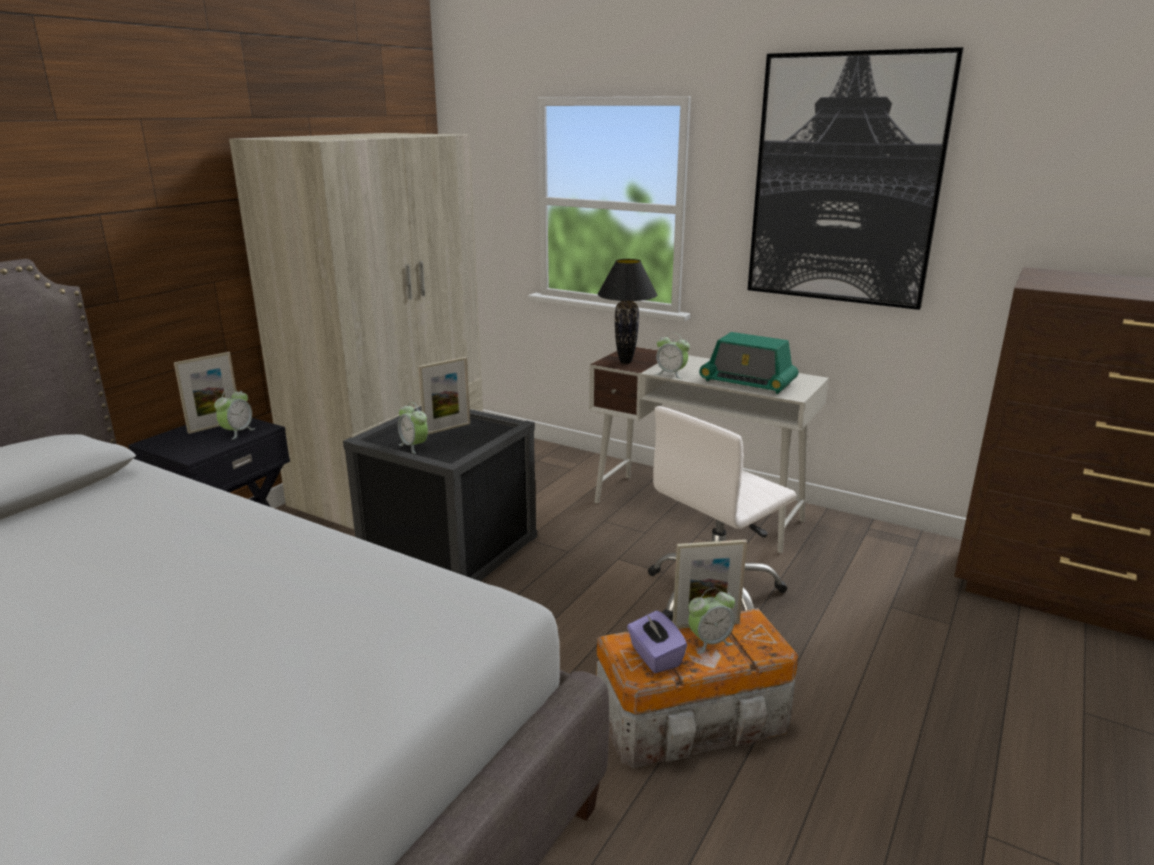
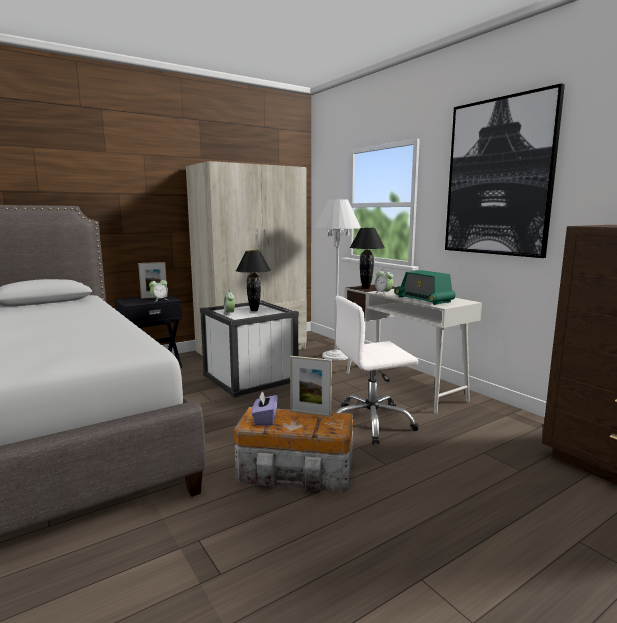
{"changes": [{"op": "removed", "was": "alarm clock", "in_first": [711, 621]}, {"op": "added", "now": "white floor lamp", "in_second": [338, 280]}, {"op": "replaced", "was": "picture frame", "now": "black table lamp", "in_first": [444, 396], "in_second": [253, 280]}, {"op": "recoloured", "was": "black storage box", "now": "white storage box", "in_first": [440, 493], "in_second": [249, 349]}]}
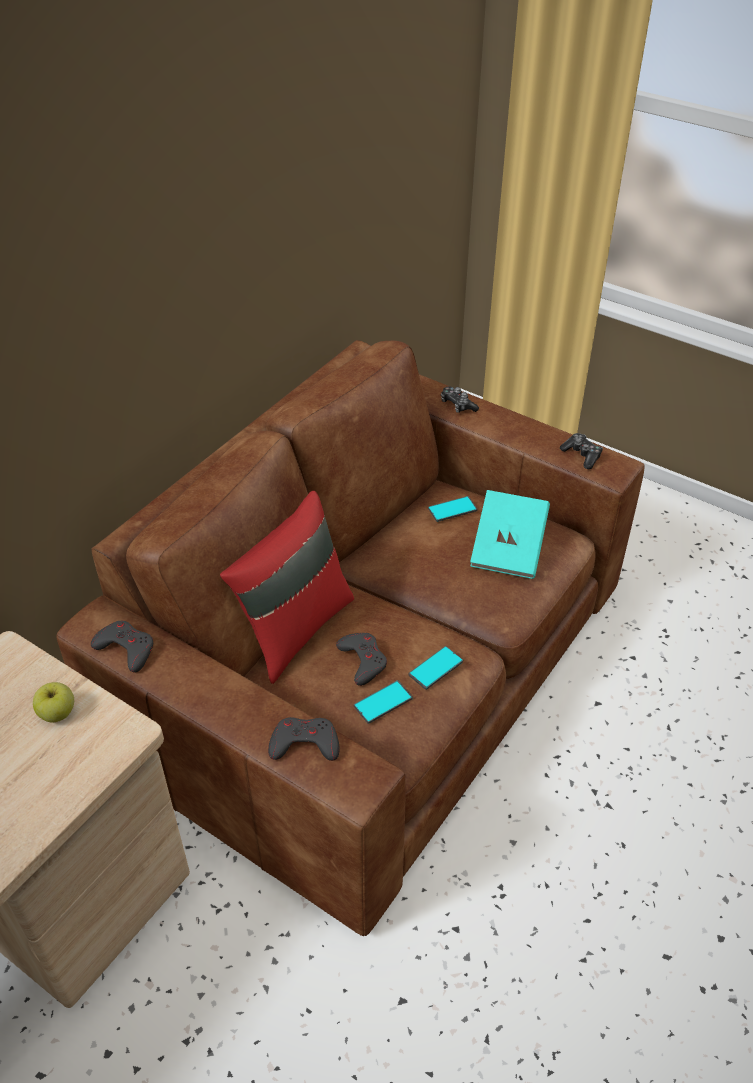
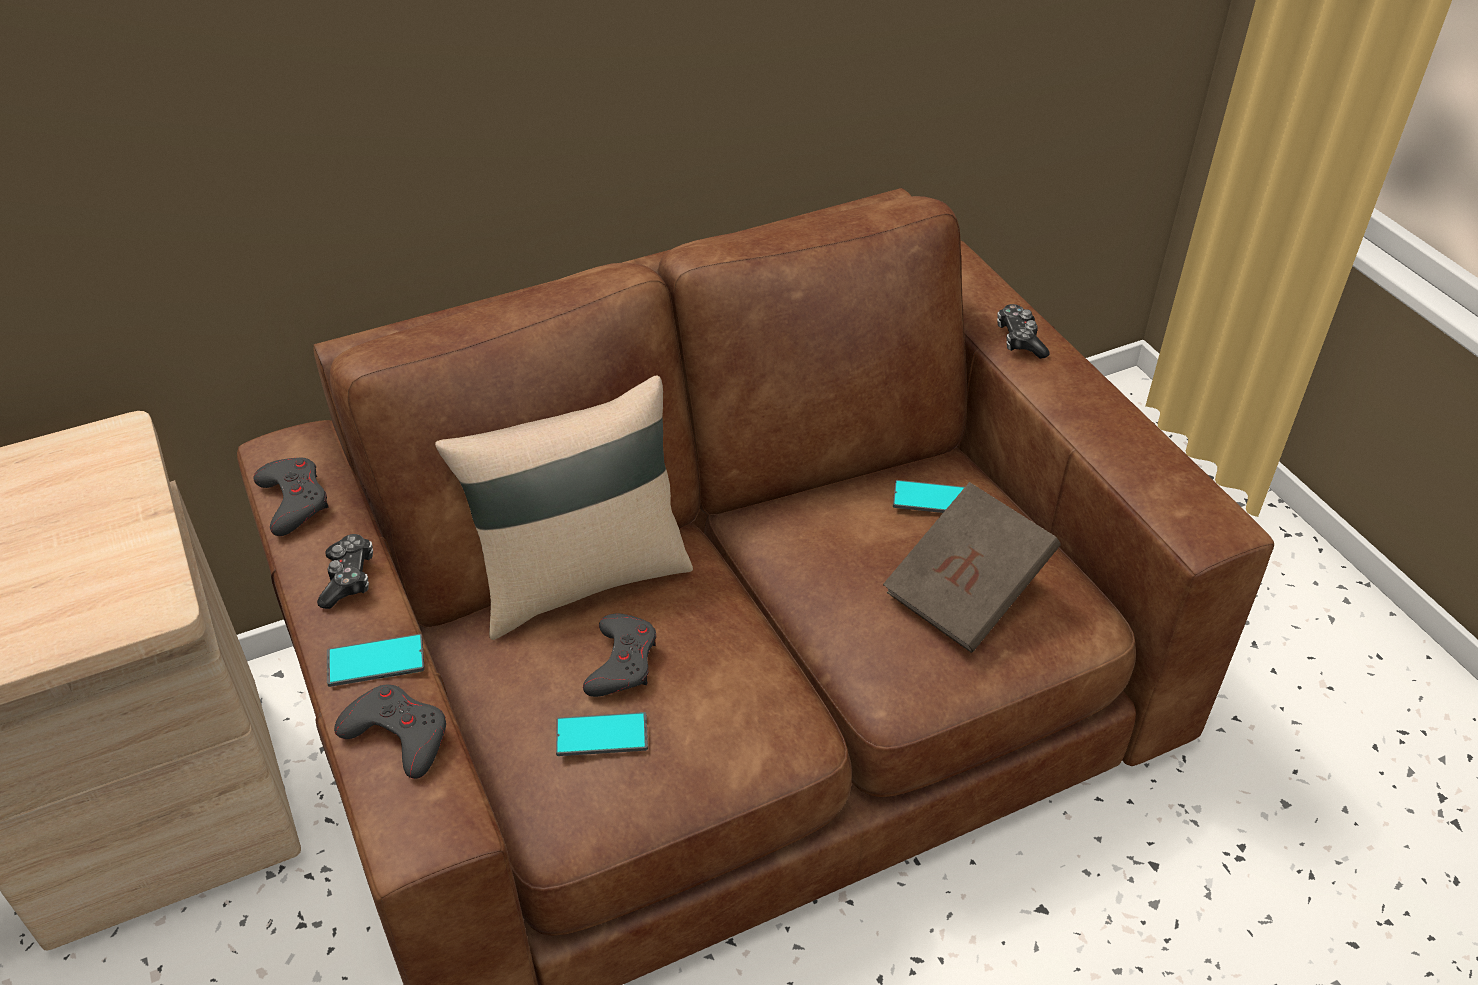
{"changes": [{"op": "removed", "was": "apple", "in_first": [53, 702]}, {"op": "moved", "was": "phone", "in_first": [435, 668], "in_second": [376, 660]}, {"op": "moved", "was": "game controller", "in_first": [581, 451], "in_second": [345, 571]}, {"op": "recoloured", "was": "red pillow", "now": "beige pillow", "in_first": [287, 587], "in_second": [564, 507]}, {"op": "recoloured", "was": "turquoise book", "now": "brown book", "in_first": [510, 534], "in_second": [972, 567]}]}
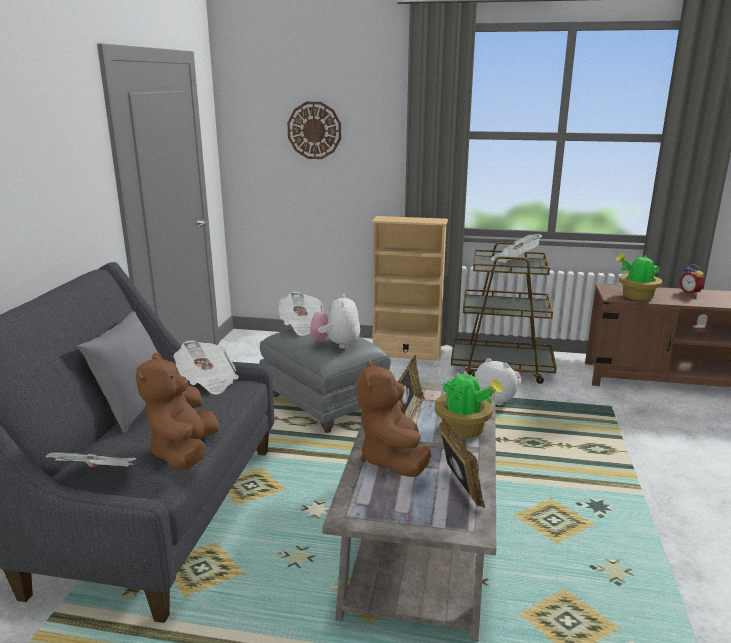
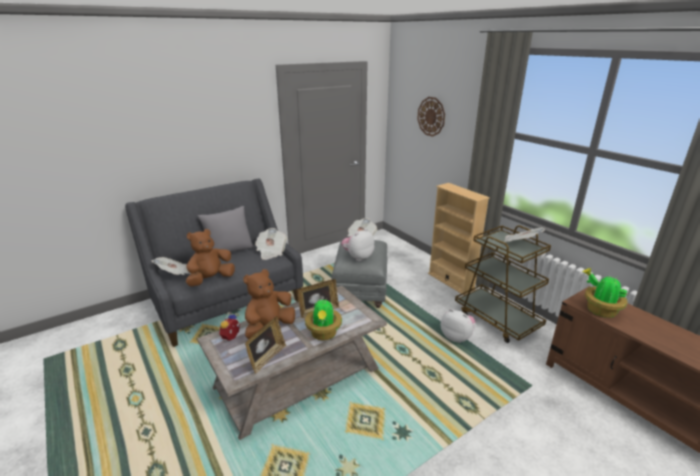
{"changes": [{"op": "moved", "was": "alarm clock", "in_first": [692, 279], "in_second": [230, 327]}, {"op": "turned", "was": "plush toy", "in_first": [498, 381], "in_second": [458, 326], "clockwise": -45}]}
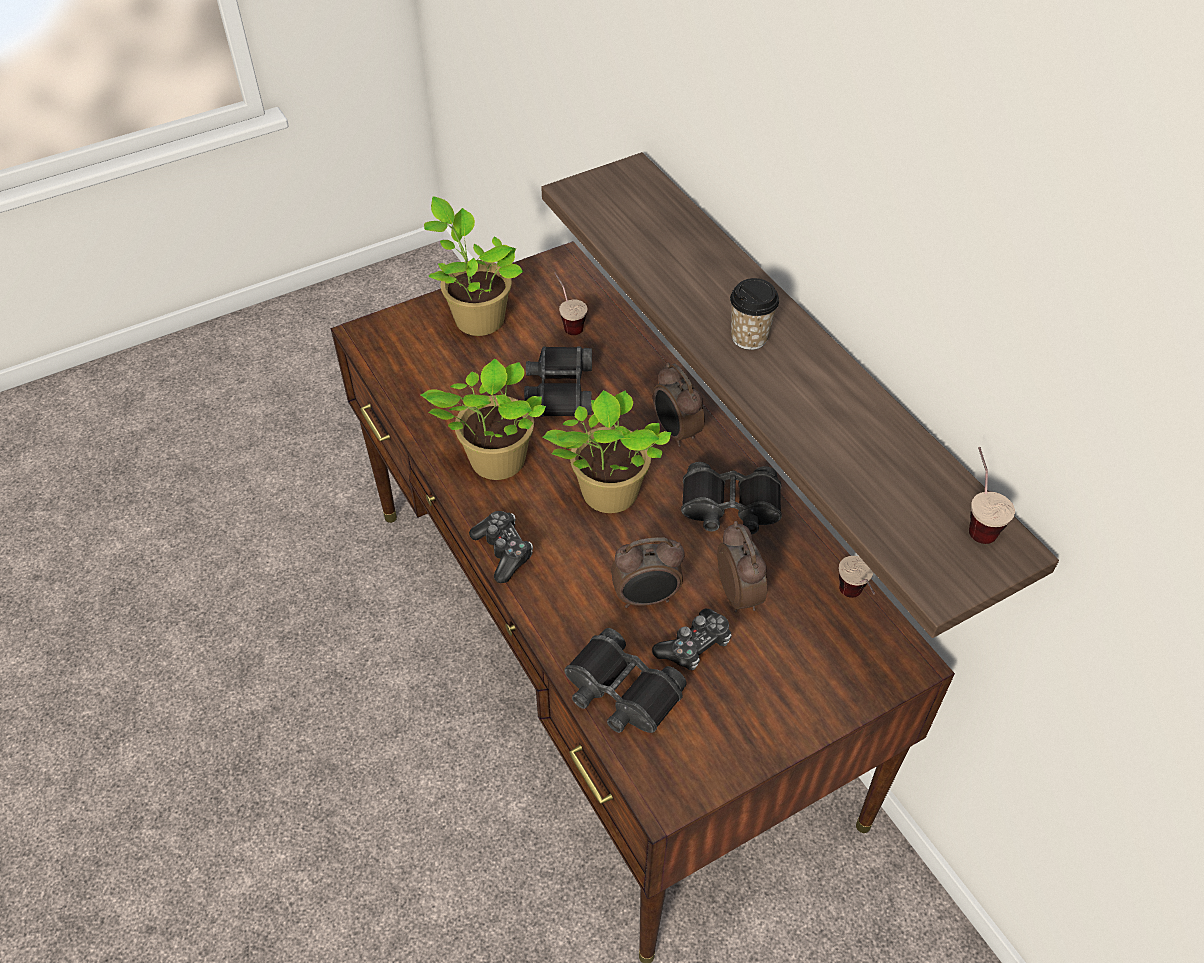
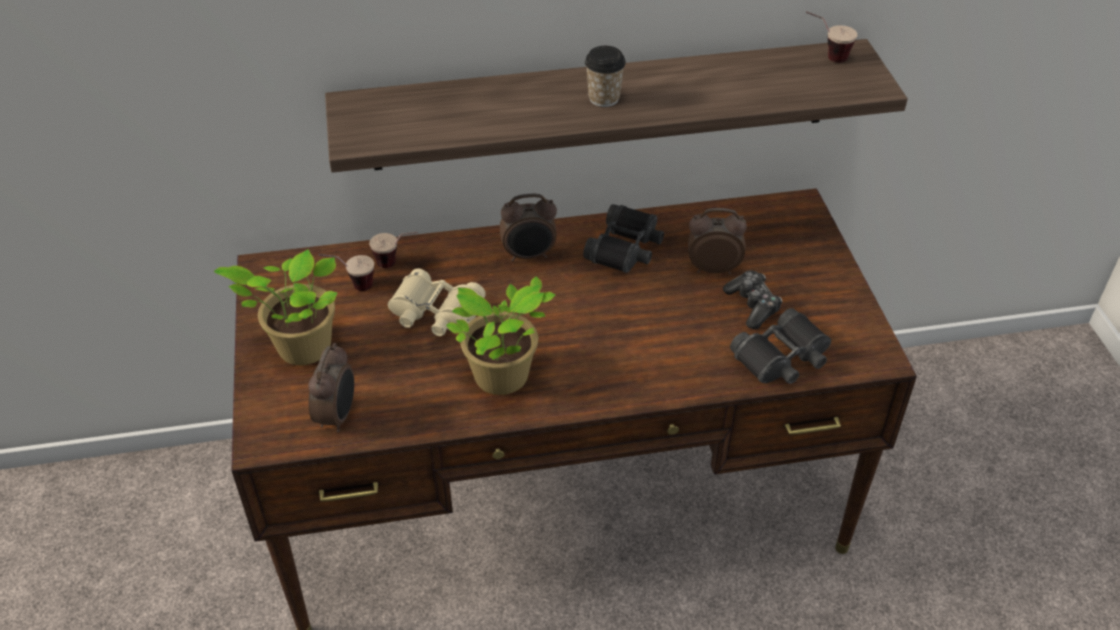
{"changes": [{"op": "removed", "was": "game controller", "in_first": [501, 547]}, {"op": "removed", "was": "potted plant", "in_first": [607, 451]}, {"op": "moved", "was": "alarm clock", "in_first": [648, 572], "in_second": [331, 387]}, {"op": "moved", "was": "cup", "in_first": [857, 577], "in_second": [393, 250]}, {"op": "recoloured", "was": "black binoculars", "now": "beige binoculars", "in_first": [558, 381], "in_second": [437, 302]}]}
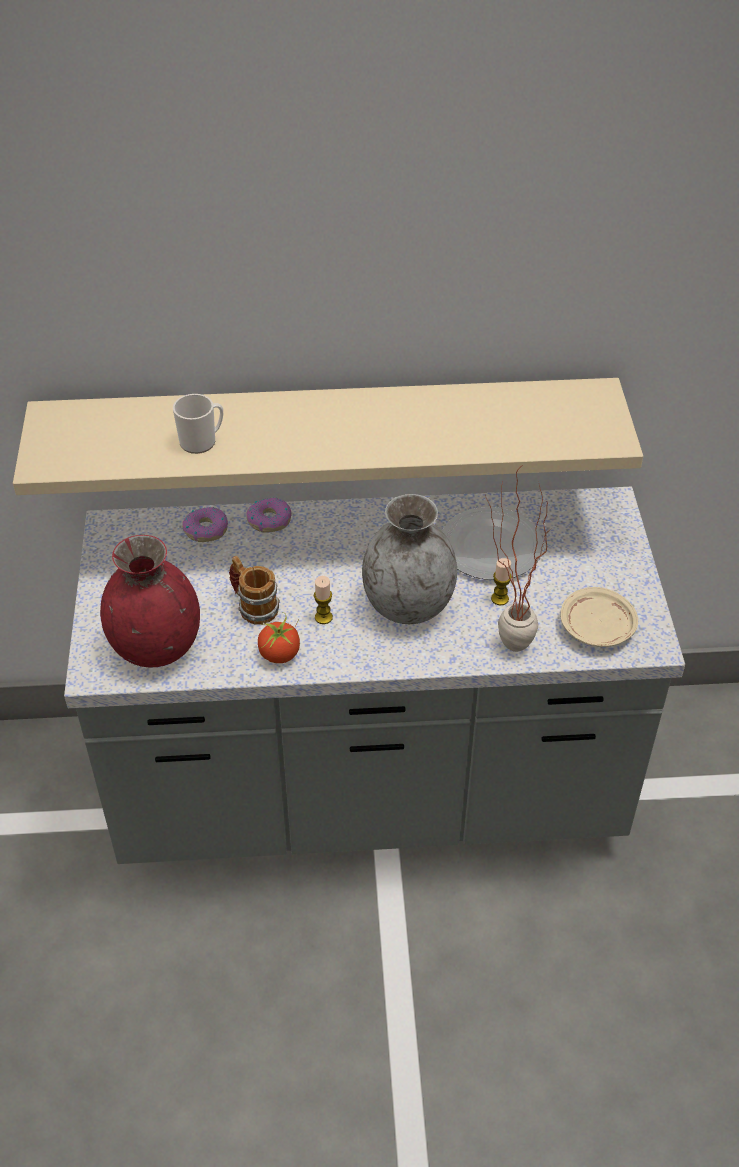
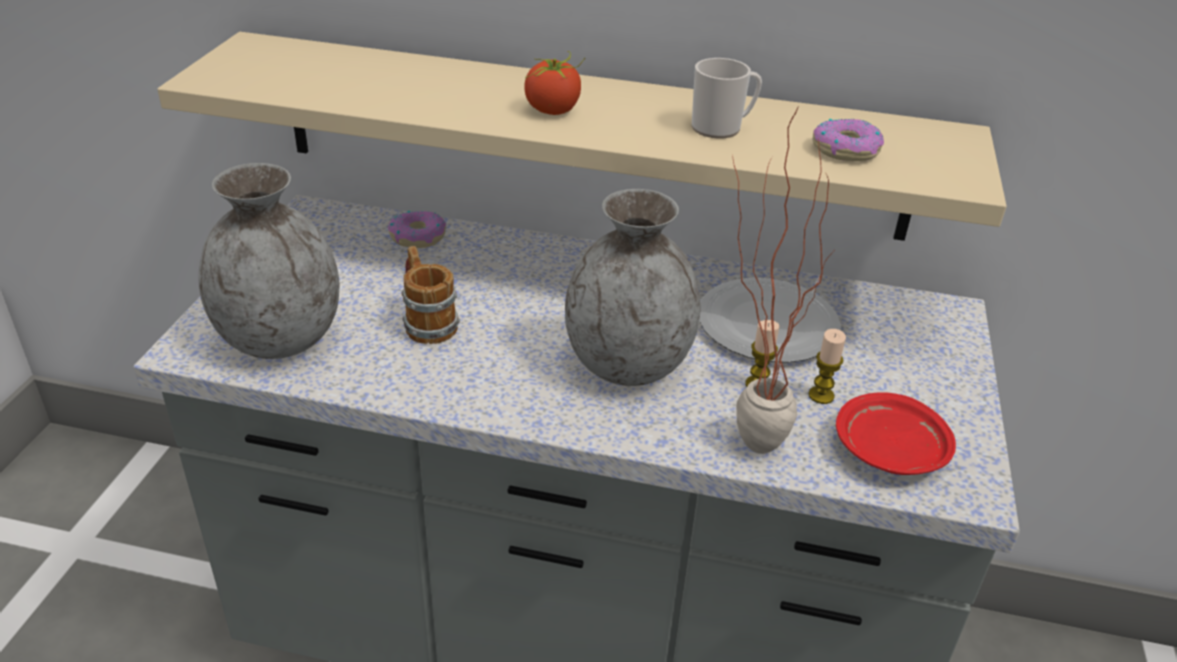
{"changes": [{"op": "moved", "was": "mug", "in_first": [198, 424], "in_second": [727, 98]}, {"op": "moved", "was": "donut", "in_first": [269, 515], "in_second": [848, 140]}, {"op": "moved", "was": "tomato", "in_first": [279, 637], "in_second": [554, 83]}, {"op": "moved", "was": "candle", "in_first": [323, 600], "in_second": [827, 366]}, {"op": "recoloured", "was": "red vase", "now": "grey vase", "in_first": [150, 601], "in_second": [268, 261]}, {"op": "recoloured", "was": "beige plate", "now": "red plate", "in_first": [599, 617], "in_second": [896, 433]}]}
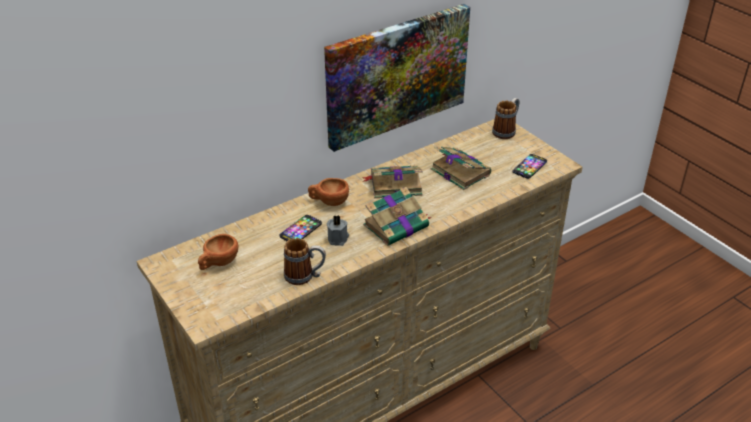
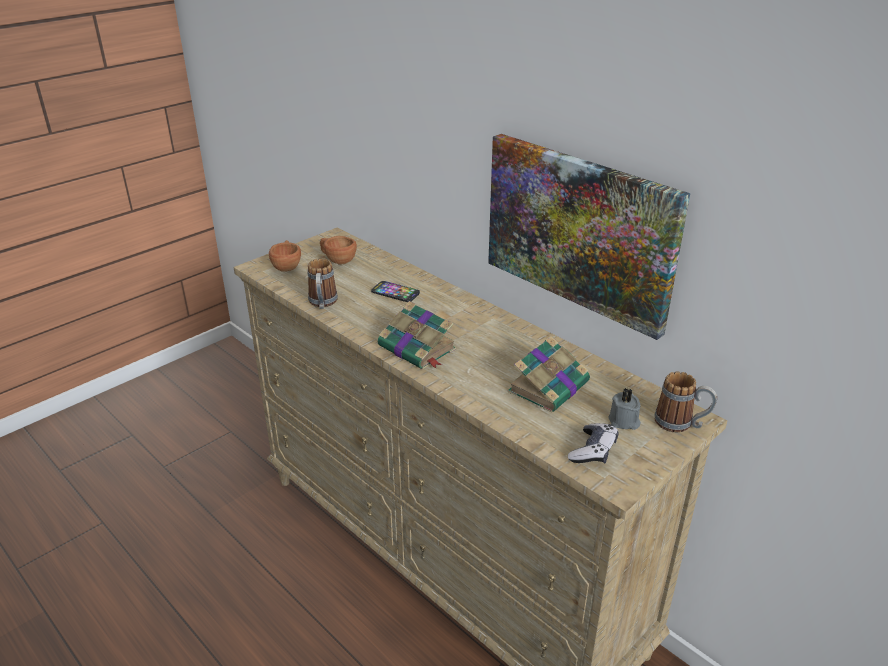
{"changes": [{"op": "removed", "was": "book", "in_first": [392, 181]}, {"op": "moved", "was": "brown cup", "in_first": [328, 192], "in_second": [285, 256]}, {"op": "moved", "was": "grey candle", "in_first": [338, 230], "in_second": [624, 409]}, {"op": "replaced", "was": "phone", "now": "game controller", "in_first": [530, 166], "in_second": [593, 443]}]}
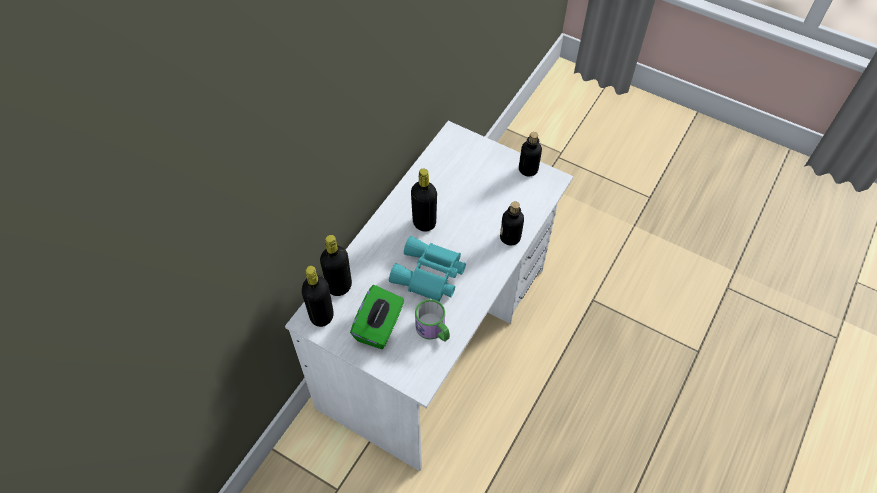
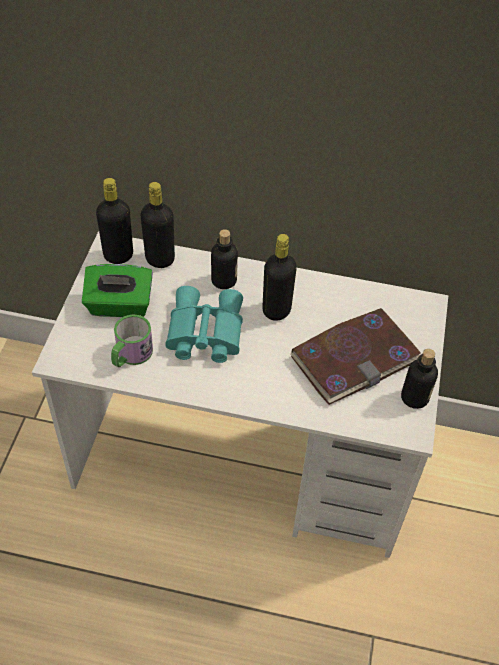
{"changes": [{"op": "added", "now": "book", "in_second": [356, 356]}, {"op": "moved", "was": "bottle", "in_first": [512, 223], "in_second": [224, 259]}]}
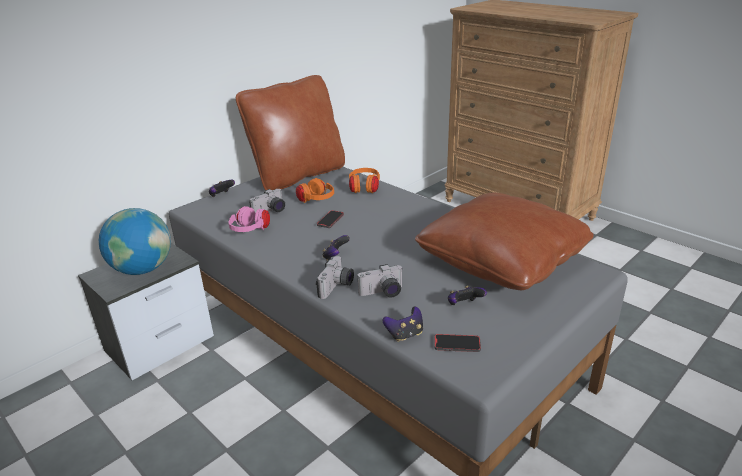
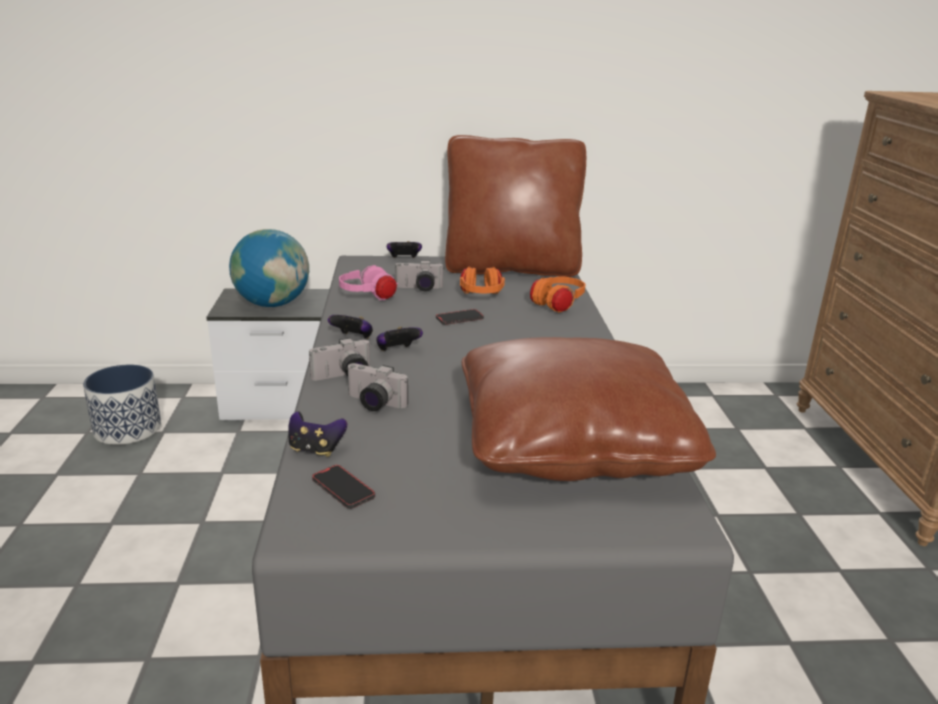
{"changes": [{"op": "added", "now": "planter", "in_second": [122, 405]}, {"op": "moved", "was": "game controller", "in_first": [467, 295], "in_second": [350, 327]}]}
